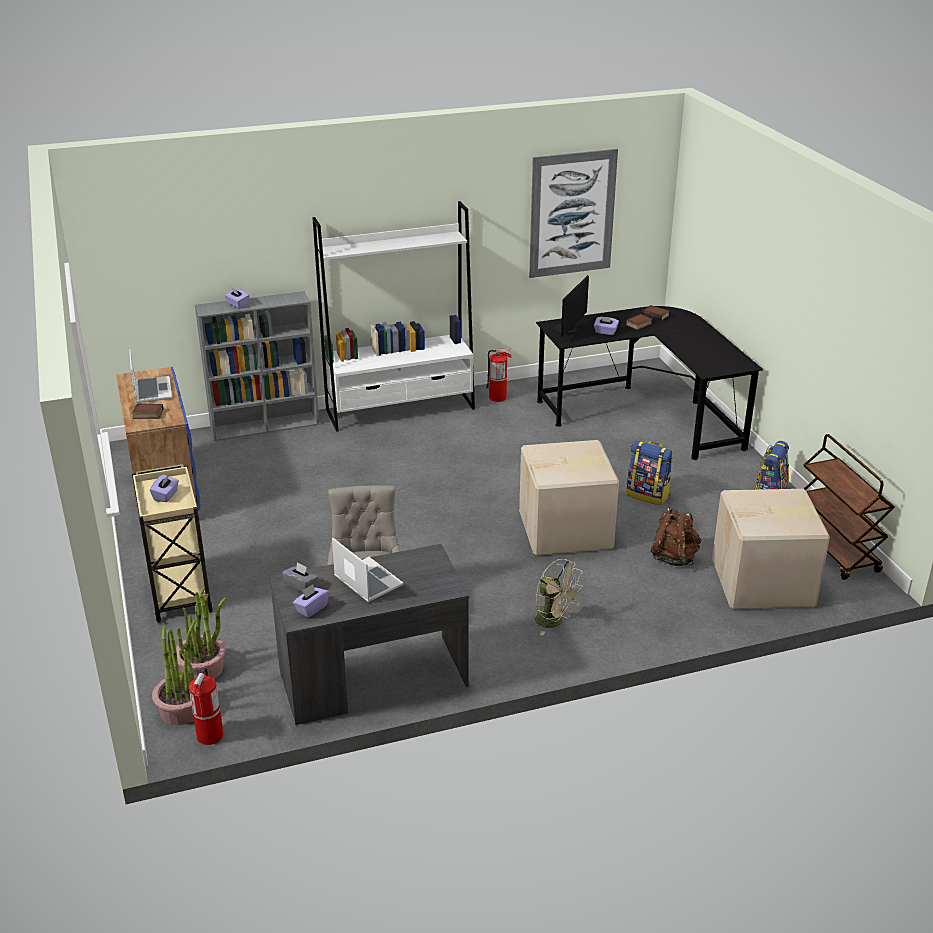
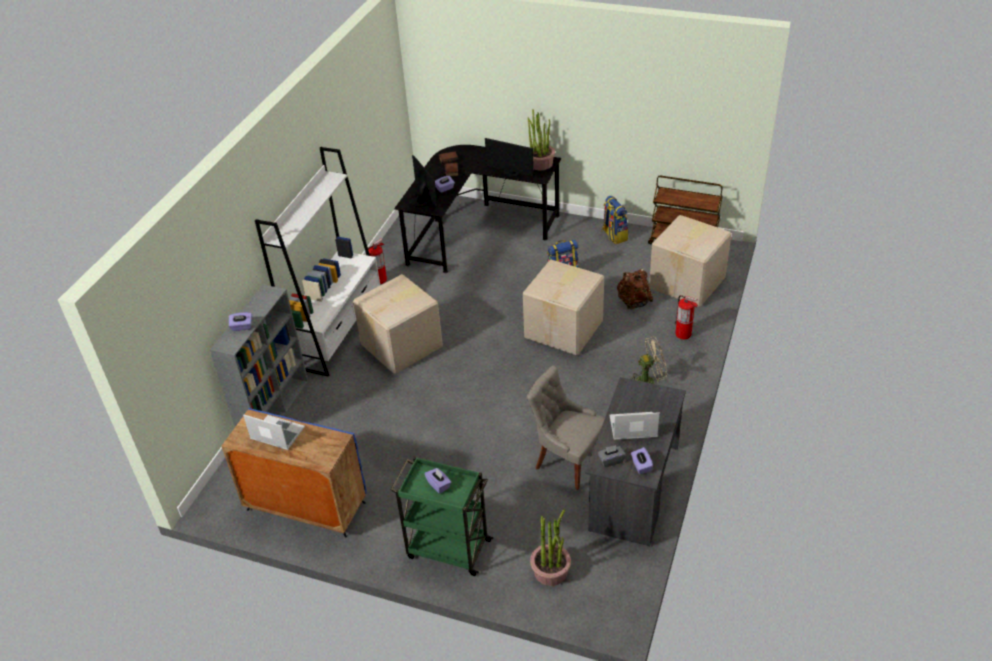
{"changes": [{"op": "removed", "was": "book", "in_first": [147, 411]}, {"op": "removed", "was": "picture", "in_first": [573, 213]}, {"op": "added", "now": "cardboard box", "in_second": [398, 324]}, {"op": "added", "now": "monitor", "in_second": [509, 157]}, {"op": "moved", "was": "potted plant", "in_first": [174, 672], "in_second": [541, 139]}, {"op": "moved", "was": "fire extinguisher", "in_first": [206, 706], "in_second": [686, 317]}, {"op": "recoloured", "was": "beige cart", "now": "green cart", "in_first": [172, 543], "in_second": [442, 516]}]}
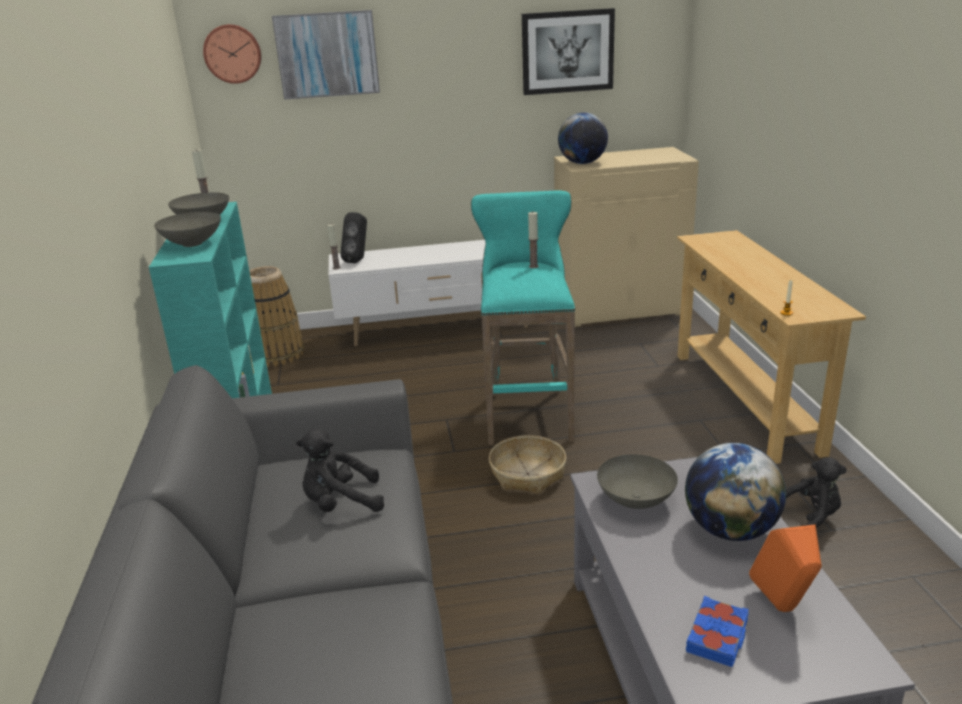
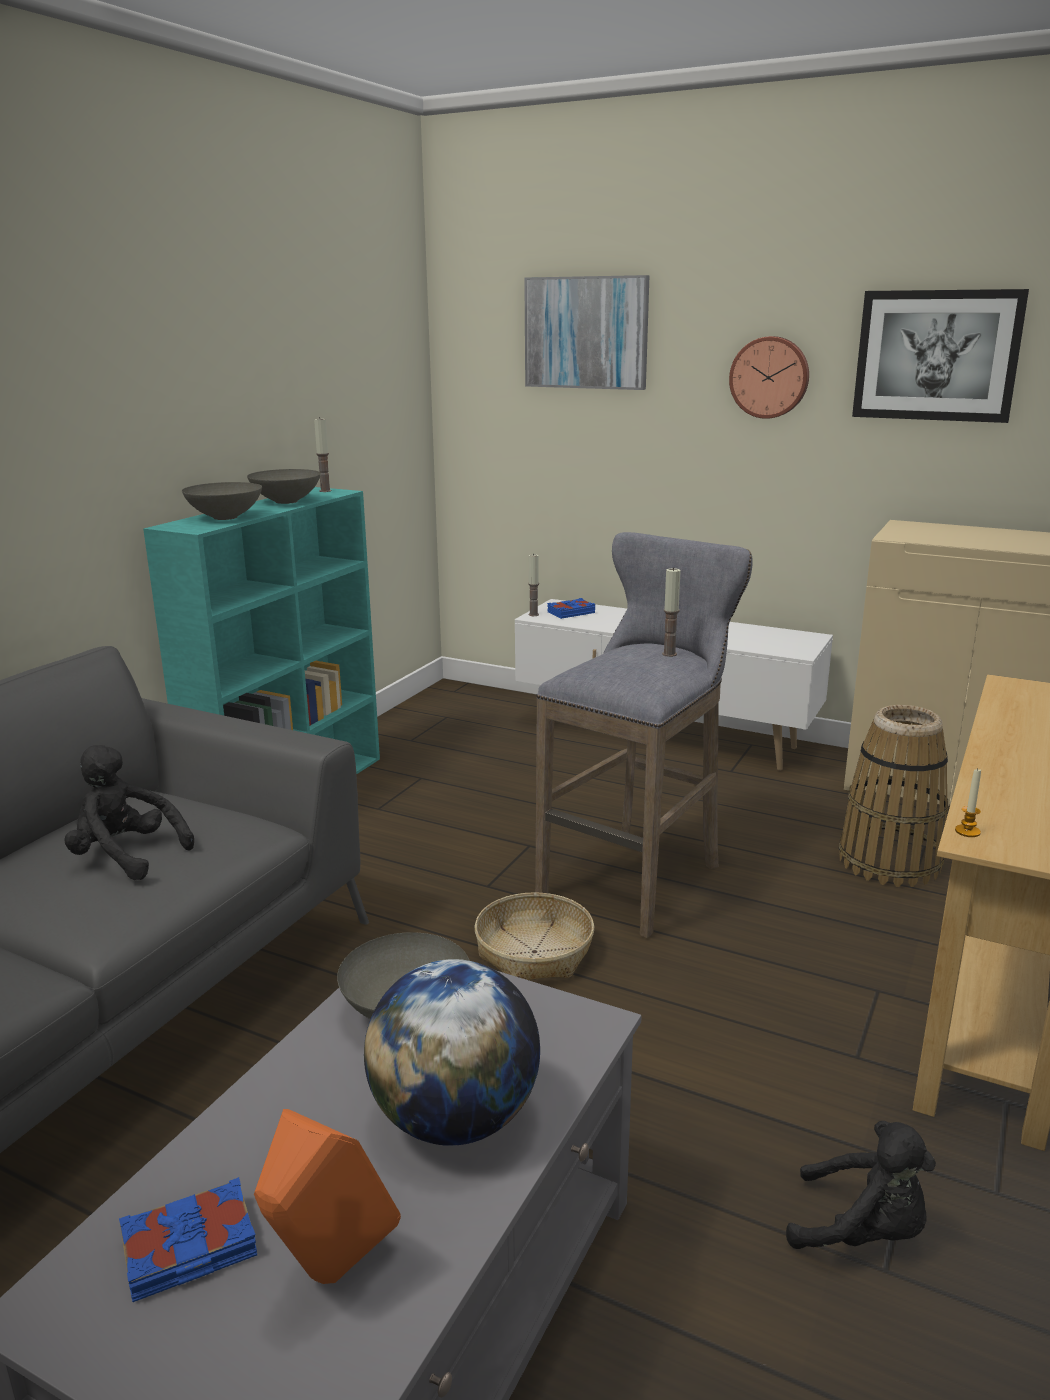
{"changes": [{"op": "removed", "was": "globe", "in_first": [583, 138]}, {"op": "moved", "was": "wall clock", "in_first": [232, 54], "in_second": [769, 377]}, {"op": "moved", "was": "basket", "in_first": [277, 316], "in_second": [893, 796]}, {"op": "replaced", "was": "black speaker", "now": "blue book", "in_first": [354, 238], "in_second": [571, 608]}, {"op": "recoloured", "was": "turquoise stool", "now": "grey stool", "in_first": [523, 317], "in_second": [644, 735]}]}
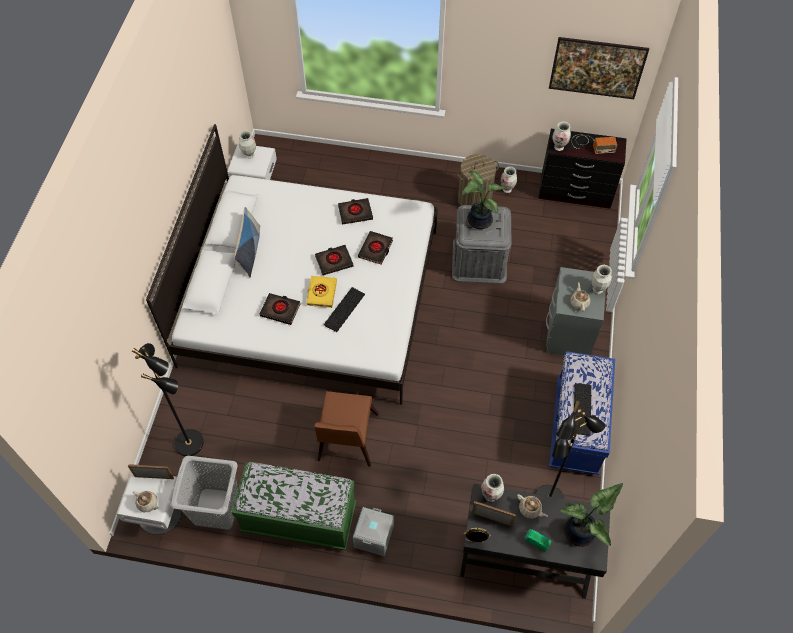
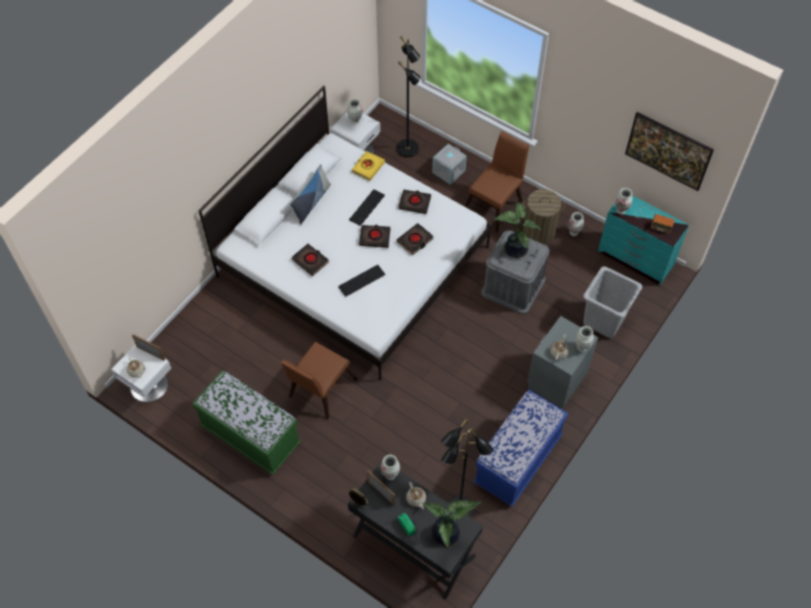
{"changes": [{"op": "added", "now": "brown chair", "in_second": [496, 182]}, {"op": "moved", "was": "black floor lamp", "in_first": [167, 399], "in_second": [408, 96]}, {"op": "moved", "was": "grey laundry basket", "in_first": [204, 492], "in_second": [612, 302]}, {"op": "moved", "was": "yellow book", "in_first": [322, 292], "in_second": [368, 166]}, {"op": "moved", "was": "grey storage box", "in_first": [373, 531], "in_second": [449, 164]}, {"op": "moved", "was": "keyboard", "in_first": [582, 409], "in_second": [367, 207]}, {"op": "recoloured", "was": "black dresser", "now": "turquoise dresser", "in_first": [582, 169], "in_second": [643, 240]}]}
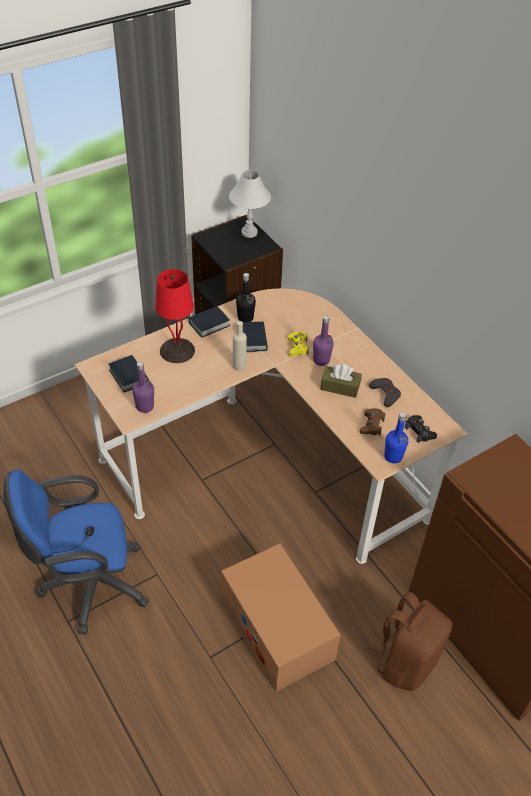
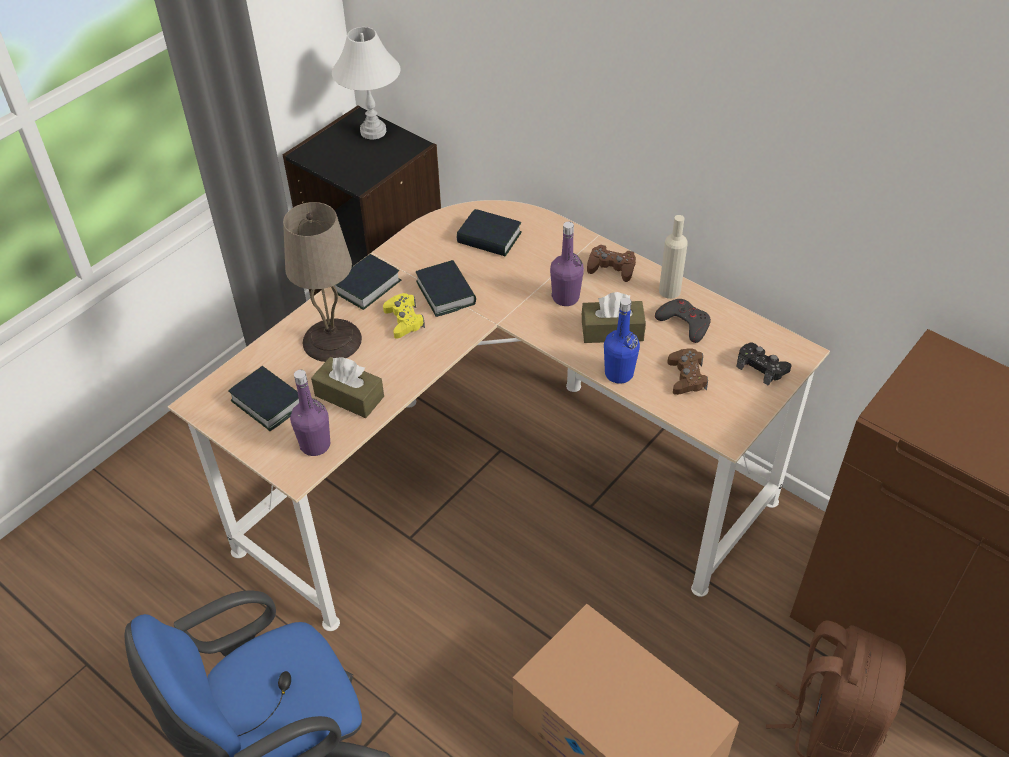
{"changes": [{"op": "removed", "was": "black bottle", "in_first": [246, 297]}, {"op": "added", "now": "brown tissue box", "in_second": [347, 387]}, {"op": "added", "now": "book", "in_second": [489, 233]}, {"op": "added", "now": "brown game controller", "in_second": [611, 263]}, {"op": "moved", "was": "beige bottle", "in_first": [240, 346], "in_second": [673, 257]}, {"op": "moved", "was": "yellow game controller", "in_first": [298, 344], "in_second": [404, 316]}, {"op": "moved", "was": "blue bottle", "in_first": [396, 437], "in_second": [622, 340]}, {"op": "recoloured", "was": "red table lamp", "now": "beige table lamp", "in_first": [175, 316], "in_second": [322, 282]}]}
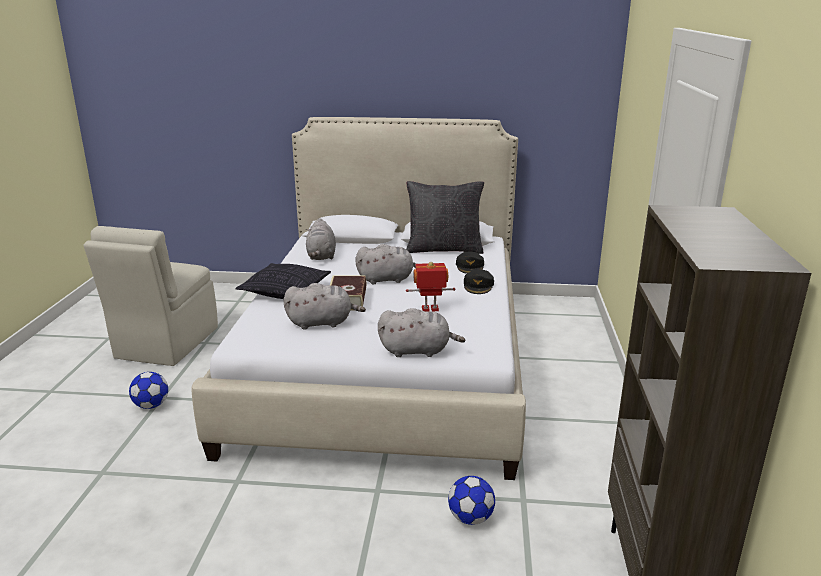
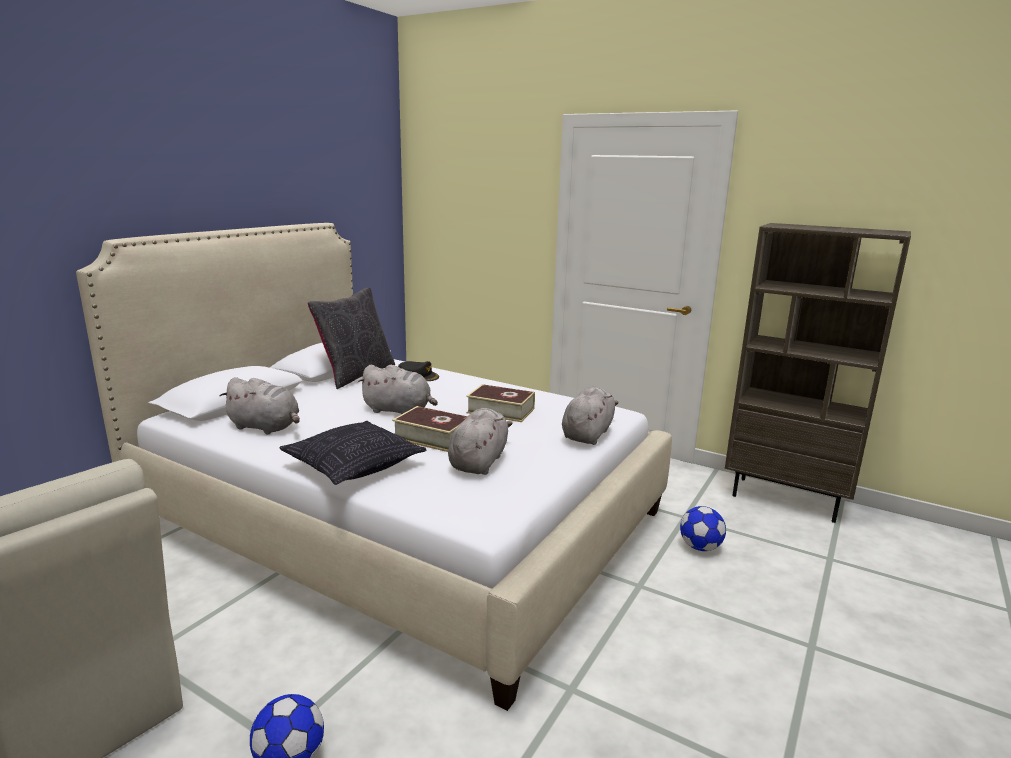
{"changes": [{"op": "removed", "was": "black cap", "in_first": [479, 281]}, {"op": "replaced", "was": "toy robot", "now": "book", "in_first": [430, 287], "in_second": [500, 403]}, {"op": "turned", "was": "grey plush toy", "in_first": [386, 264], "in_second": [398, 390], "clockwise": 90}]}
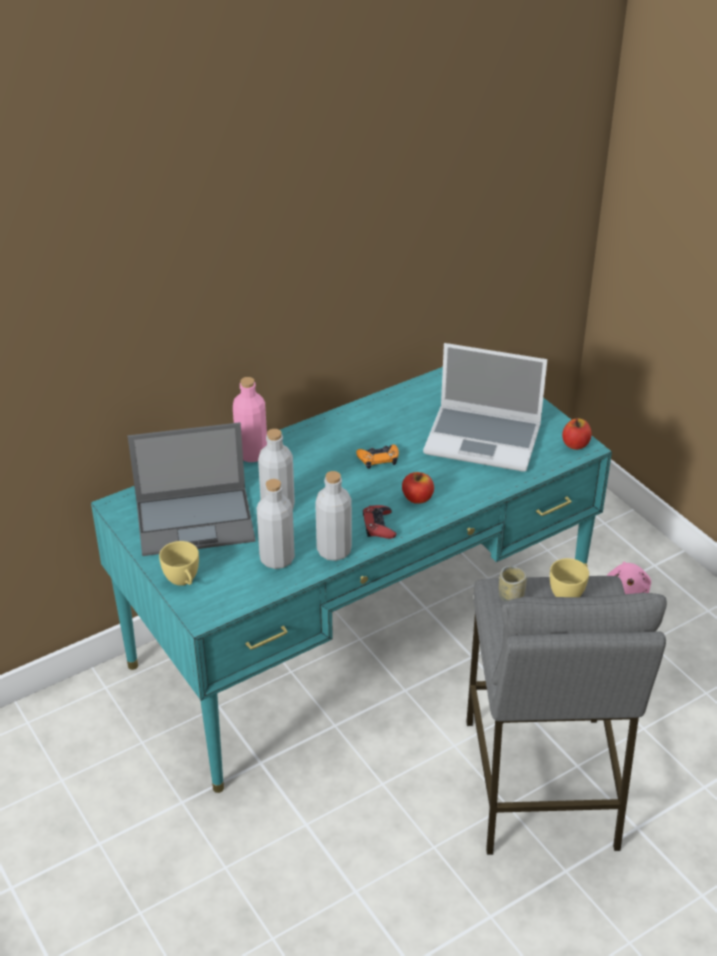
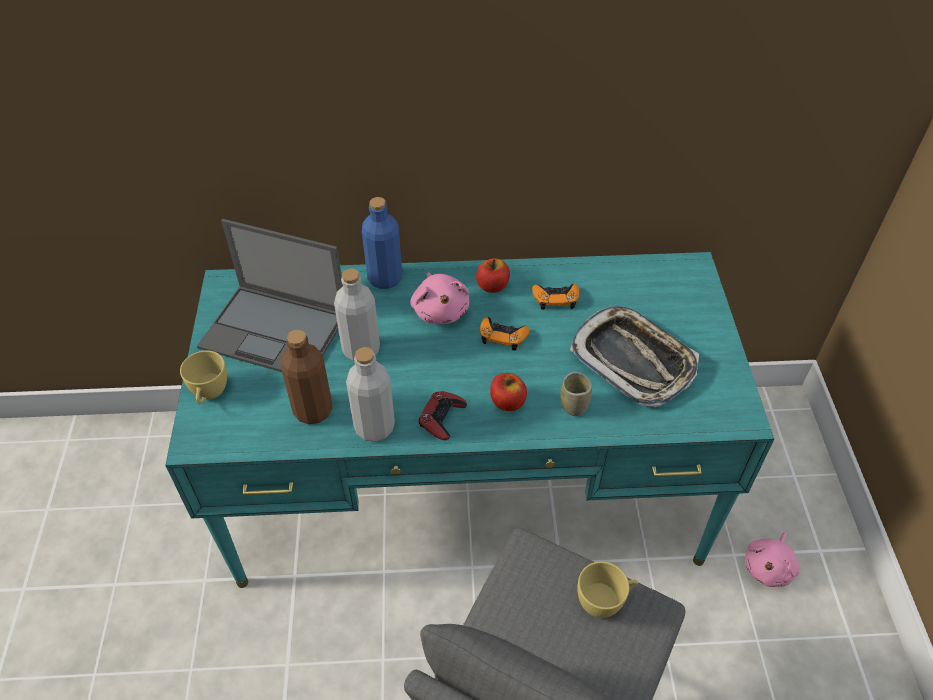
{"changes": [{"op": "added", "now": "pink plush toy", "in_second": [439, 298]}, {"op": "added", "now": "orange game controller", "in_second": [555, 297]}, {"op": "moved", "was": "cup", "in_first": [513, 584], "in_second": [576, 394]}, {"op": "moved", "was": "apple", "in_first": [577, 434], "in_second": [493, 275]}, {"op": "replaced", "was": "laptop", "now": "tray", "in_first": [485, 407], "in_second": [634, 356]}, {"op": "recoloured", "was": "pink bottle", "now": "blue bottle", "in_first": [250, 419], "in_second": [382, 243]}, {"op": "recoloured", "was": "grey bottle", "now": "brown bottle", "in_first": [275, 524], "in_second": [307, 377]}]}
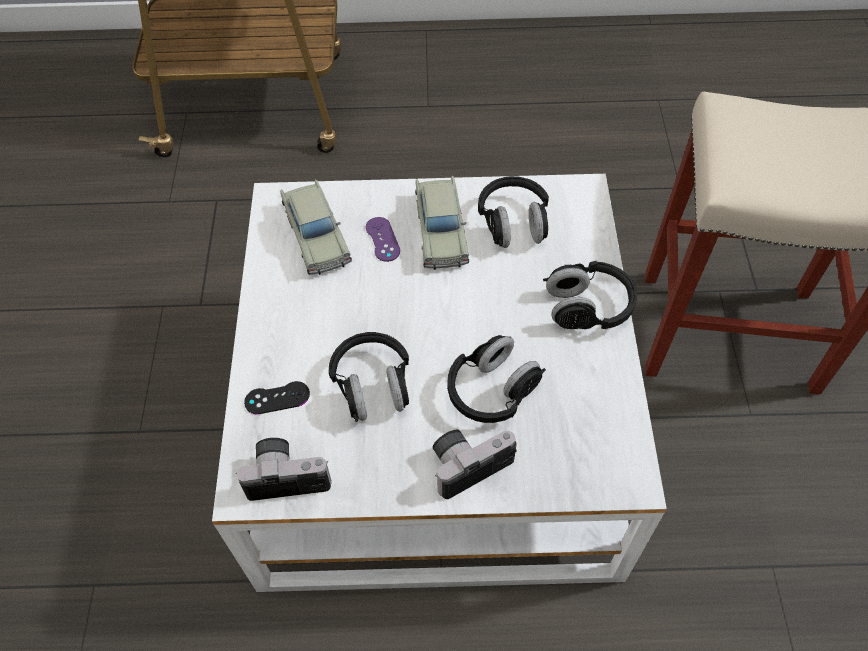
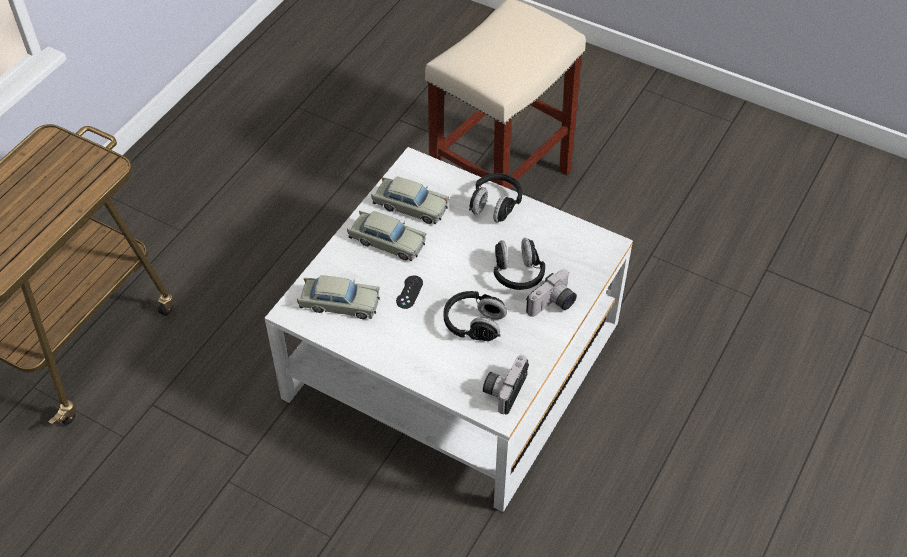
{"changes": [{"op": "removed", "was": "purple game controller", "in_first": [383, 239]}, {"op": "moved", "was": "black game controller", "in_first": [277, 397], "in_second": [409, 292]}, {"op": "replaced", "was": "black headphones", "now": "beige toy car", "in_first": [513, 212], "in_second": [410, 200]}, {"op": "turned", "was": "photo camera", "in_first": [475, 464], "in_second": [551, 293], "clockwise": -135}]}
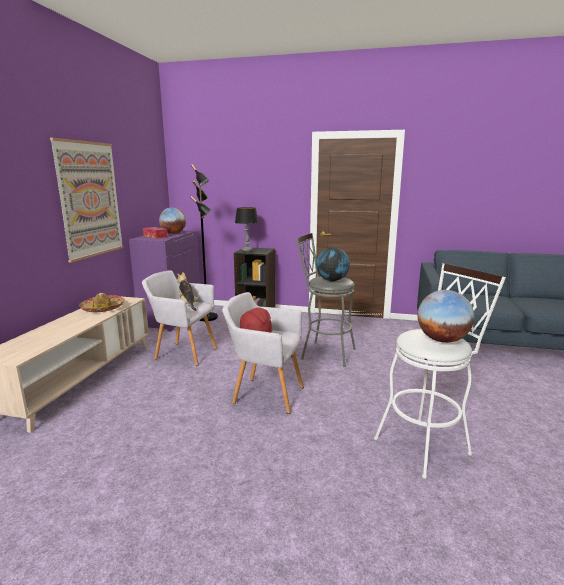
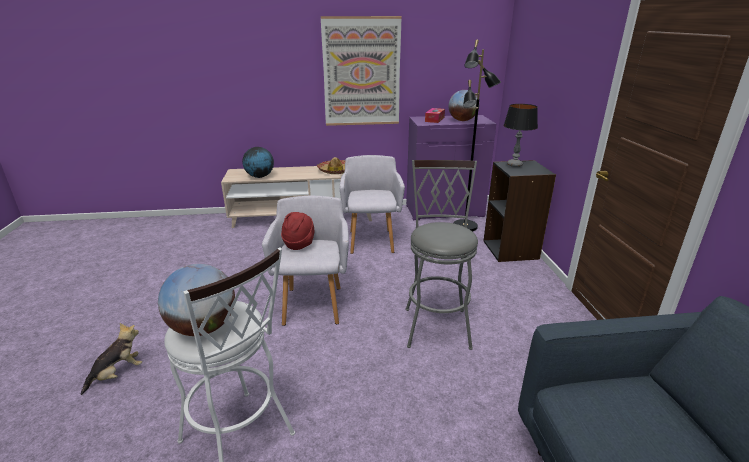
{"changes": [{"op": "moved", "was": "plush toy", "in_first": [188, 291], "in_second": [111, 359]}, {"op": "moved", "was": "globe", "in_first": [333, 264], "in_second": [258, 162]}]}
